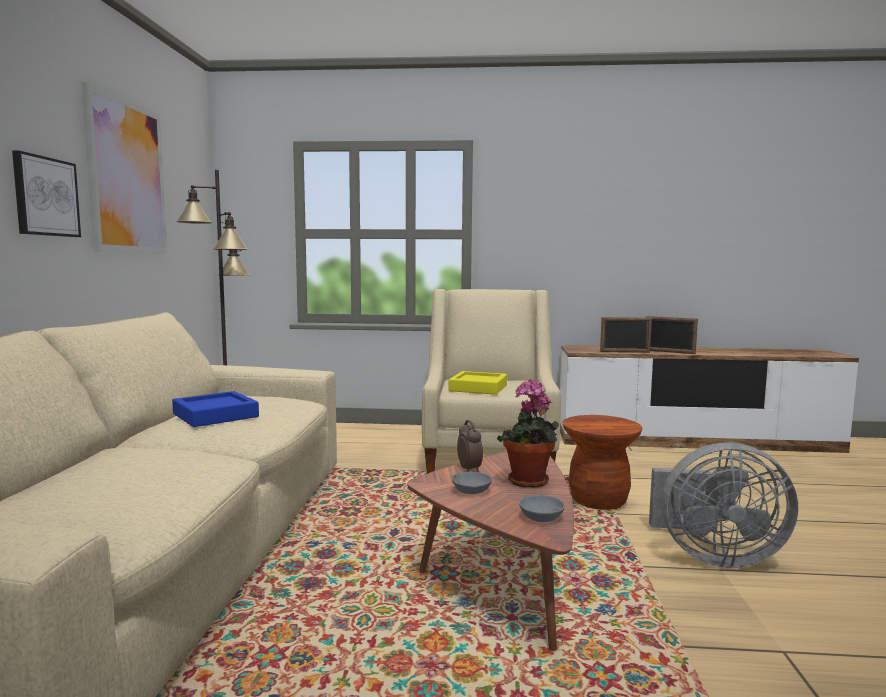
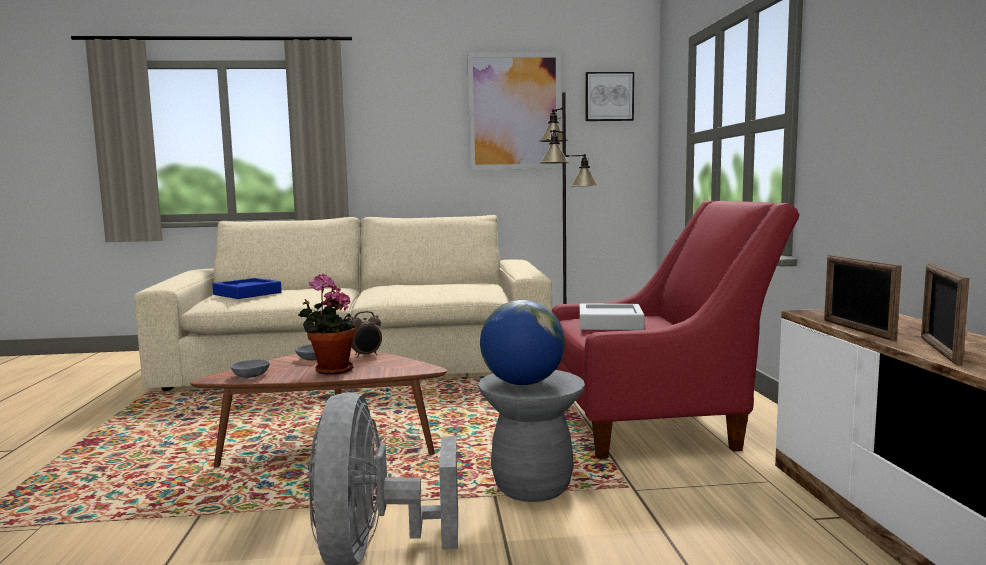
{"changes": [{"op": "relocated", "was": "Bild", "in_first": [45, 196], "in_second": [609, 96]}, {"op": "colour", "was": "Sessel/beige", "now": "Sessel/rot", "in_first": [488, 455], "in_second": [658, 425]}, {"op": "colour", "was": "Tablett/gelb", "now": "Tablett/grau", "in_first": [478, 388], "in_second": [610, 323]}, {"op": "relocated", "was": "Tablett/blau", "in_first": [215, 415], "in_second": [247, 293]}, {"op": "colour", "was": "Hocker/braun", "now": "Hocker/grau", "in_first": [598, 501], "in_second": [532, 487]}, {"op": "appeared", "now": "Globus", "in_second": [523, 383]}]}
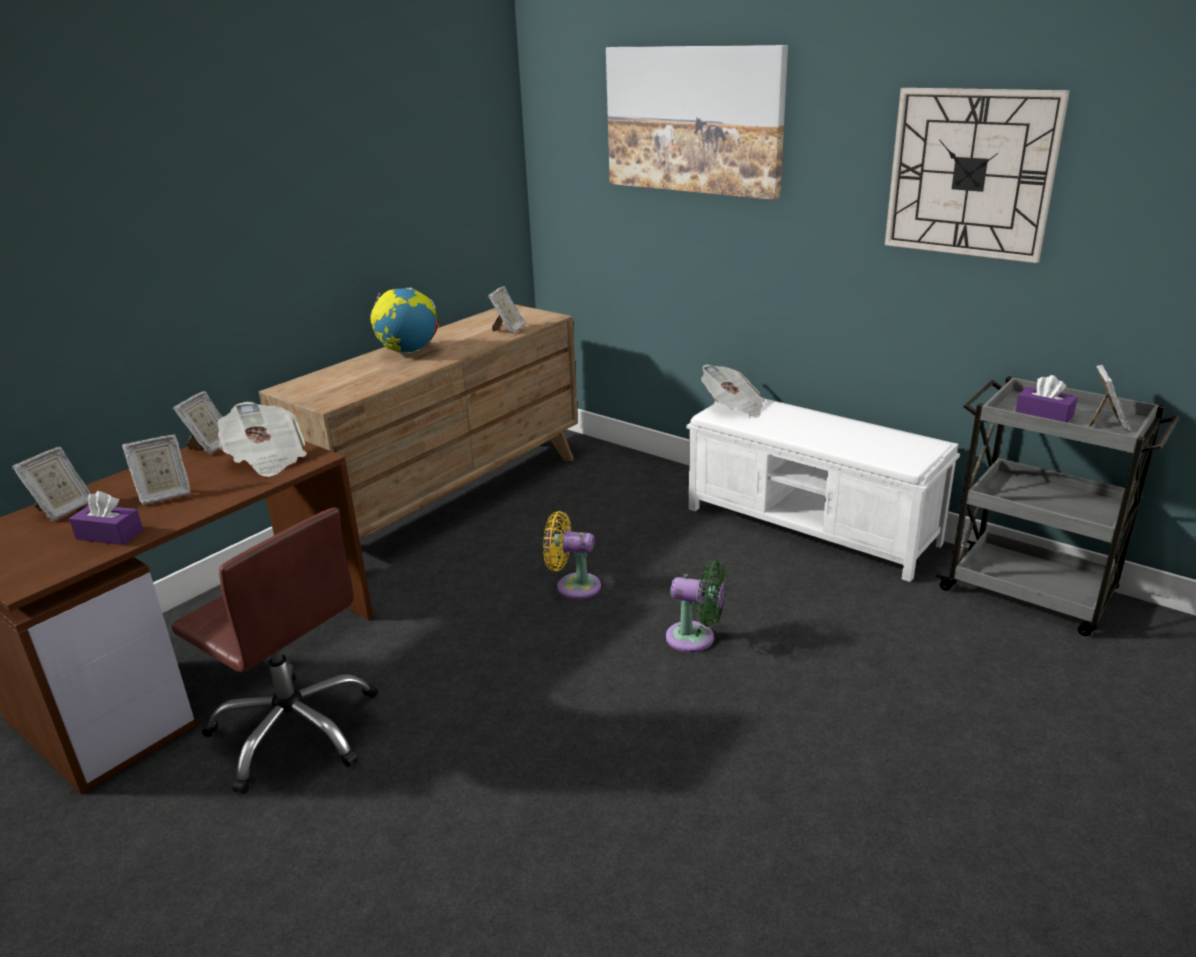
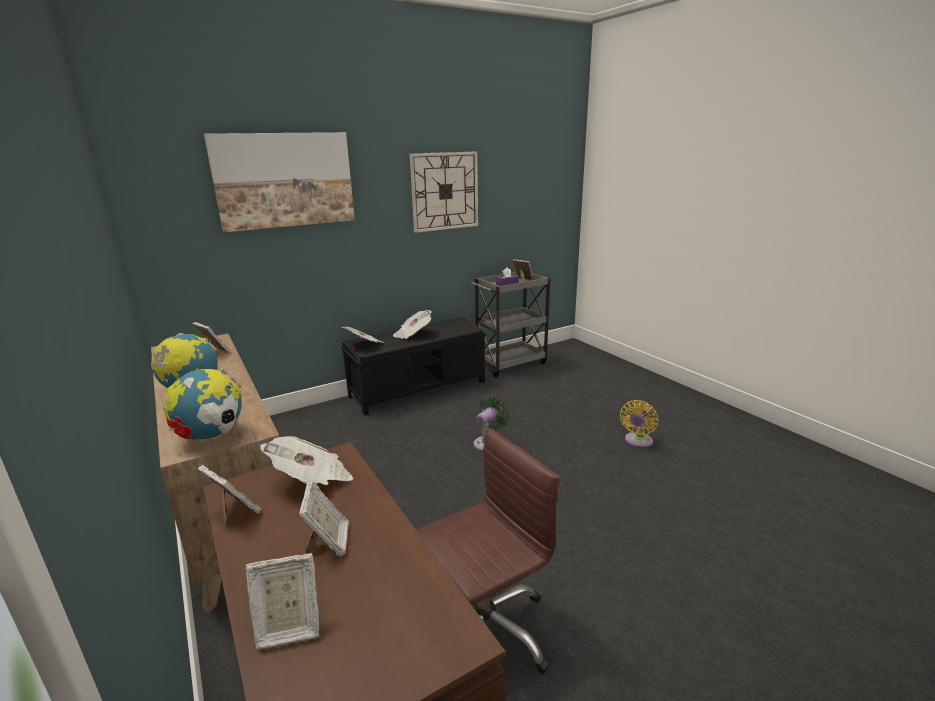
{"changes": [{"op": "colour", "was": "Bank/weiß", "now": "Bank/schwarz", "in_first": [812, 526], "in_second": [419, 389]}, {"op": "spun", "was": "Bilderrahmen", "in_first": [63, 509], "in_second": [288, 628], "clockwise": 120}, {"op": "missing", "was": "Taschentuchbox/lila", "in_first": [110, 535]}, {"op": "relocated", "was": "Ventilator/gelb", "in_first": [573, 586], "in_second": [637, 442]}, {"op": "appeared", "now": "Zeitung", "in_second": [413, 334]}, {"op": "appeared", "now": "Globus", "in_second": [211, 436]}]}
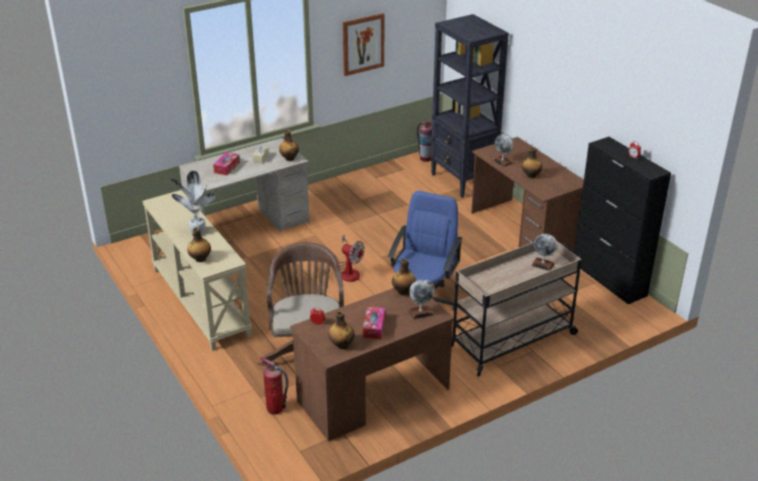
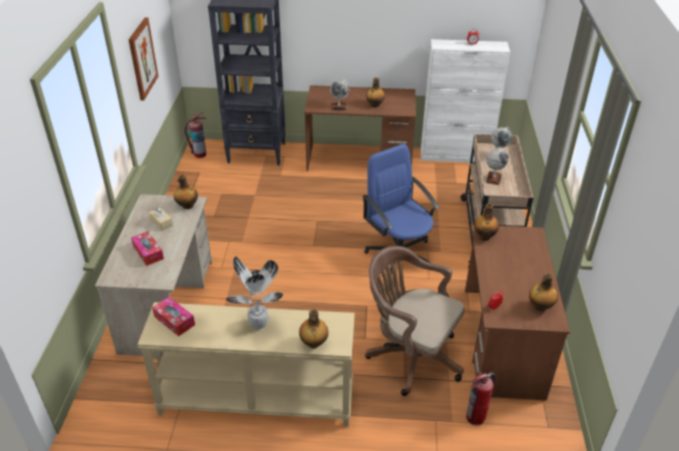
{"changes": [{"op": "colour", "was": "Schrank/schwarz", "now": "Schrank/weiß", "in_first": [609, 279], "in_second": [455, 156]}, {"op": "missing", "was": "Ventilator", "in_first": [349, 271]}, {"op": "relocated", "was": "Globus", "in_first": [420, 312], "in_second": [493, 178]}, {"op": "relocated", "was": "Taschentuchbox", "in_first": [374, 327], "in_second": [174, 320]}]}
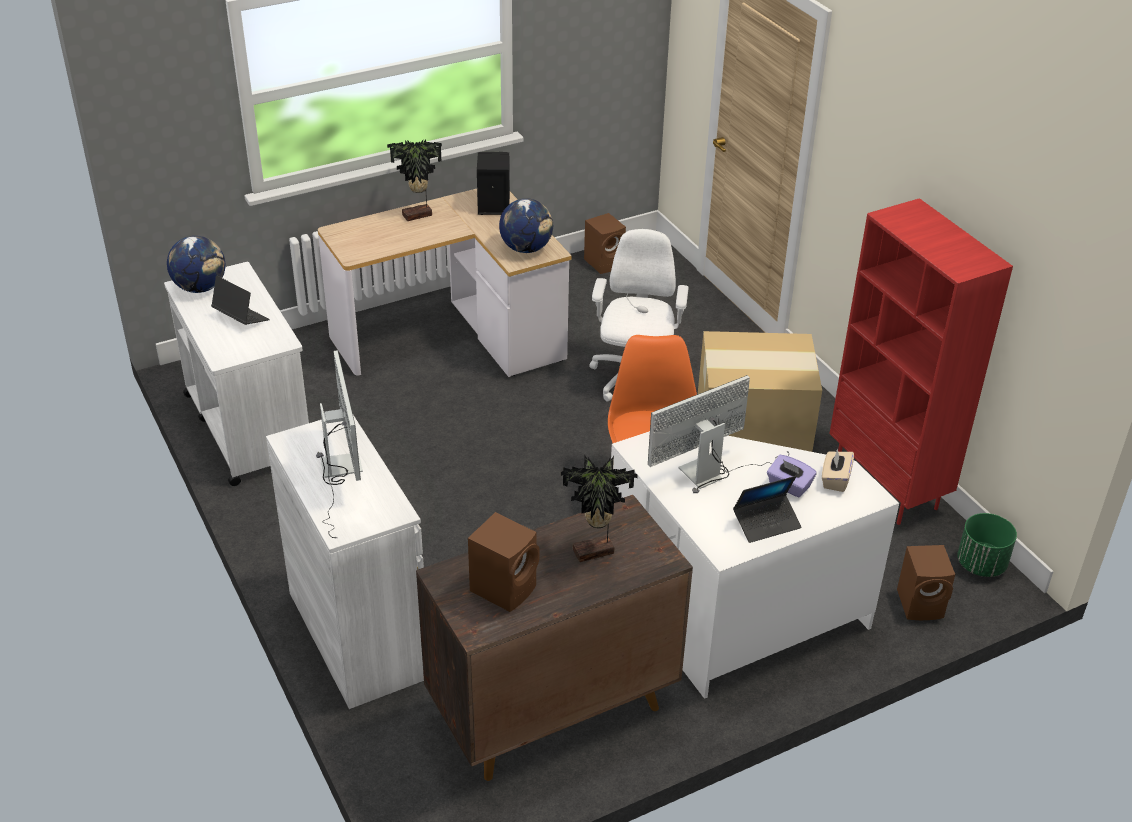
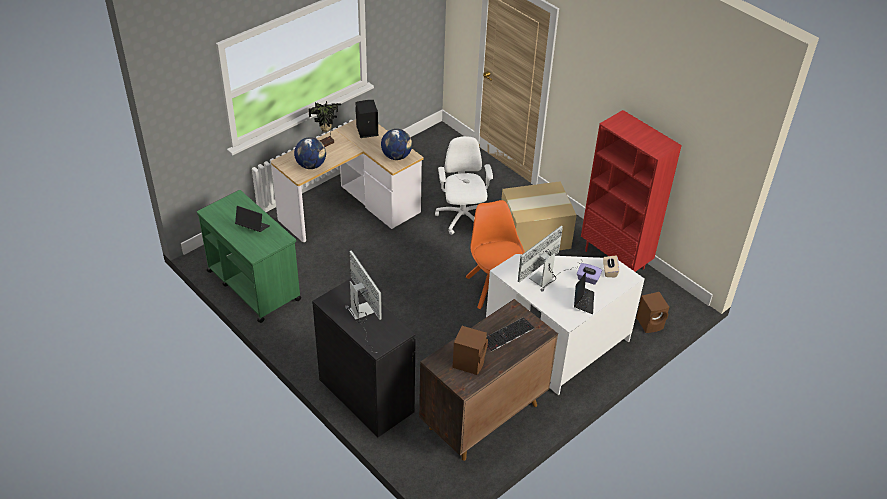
{"changes": [{"op": "missing", "was": "Lautsprecher/braun", "in_first": [605, 263]}, {"op": "relocated", "was": "Globus", "in_first": [200, 287], "in_second": [311, 165]}, {"op": "colour", "was": "Rollwagen/weiß", "now": "Rollwagen/grün", "in_first": [248, 426], "in_second": [253, 285]}, {"op": "colour", "was": "Schrank/weiß", "now": "Schrank/schwarz", "in_first": [358, 634], "in_second": [366, 395]}, {"op": "exchanged", "was": "Topfpflanze", "now": "Tastatur", "in_first": [595, 553], "in_second": [507, 335]}, {"op": "spun", "was": "Laptop", "in_first": [766, 523], "in_second": [583, 301], "clockwise": -45}, {"op": "missing", "was": "Pflanzkübel/grün", "in_first": [981, 565]}]}
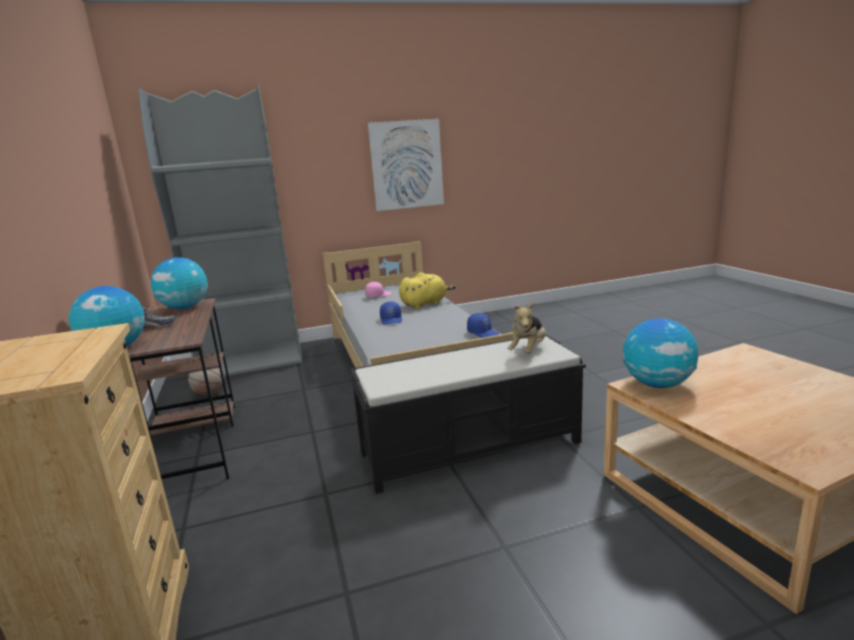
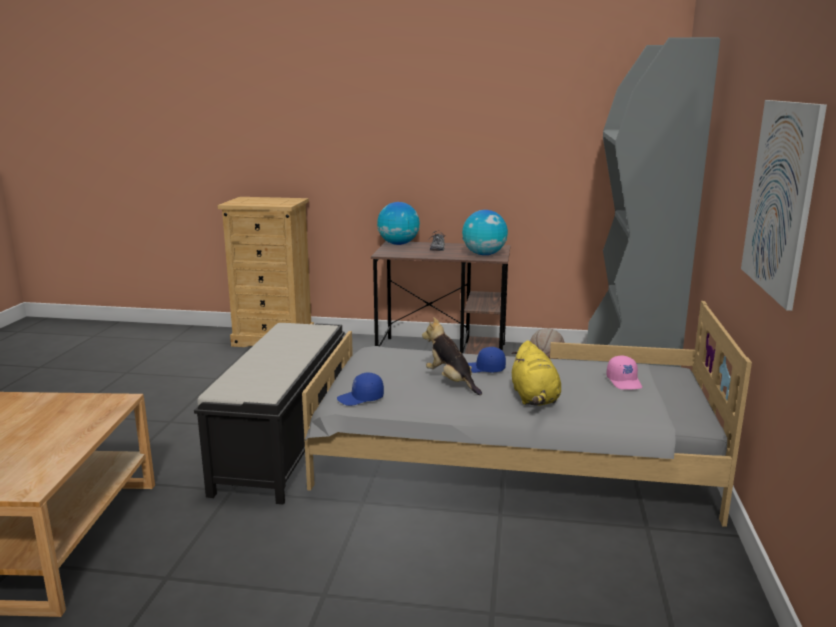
{"changes": [{"op": "relocated", "was": "Plüschtier", "in_first": [528, 350], "in_second": [451, 381]}, {"op": "missing", "was": "Globus", "in_first": [657, 384]}]}
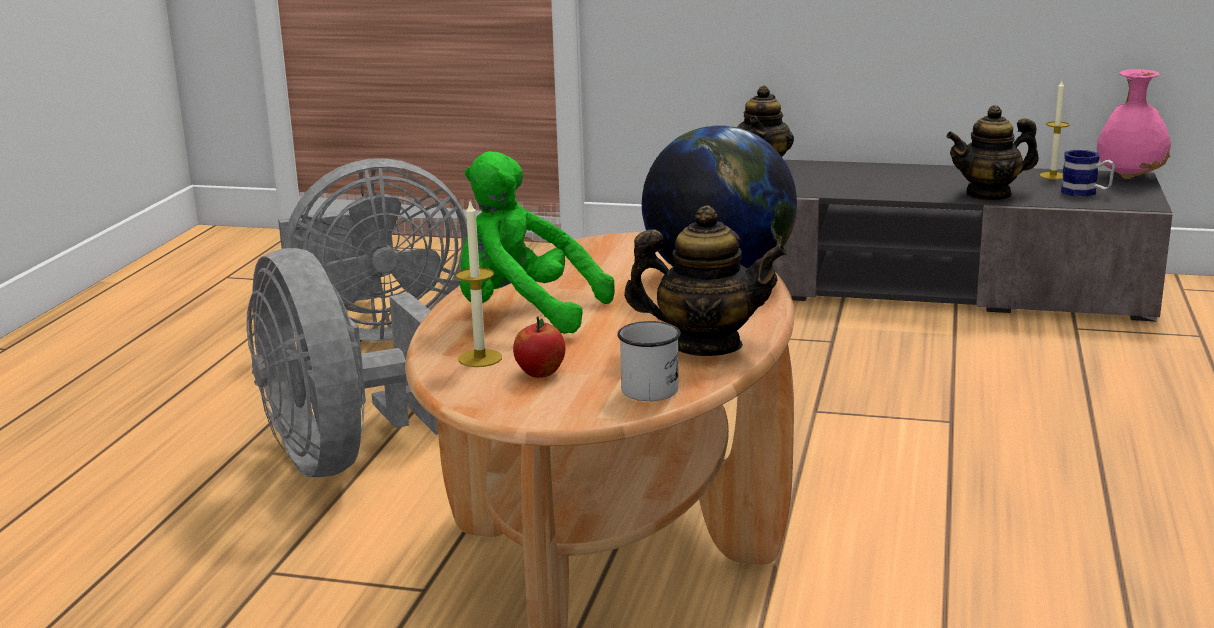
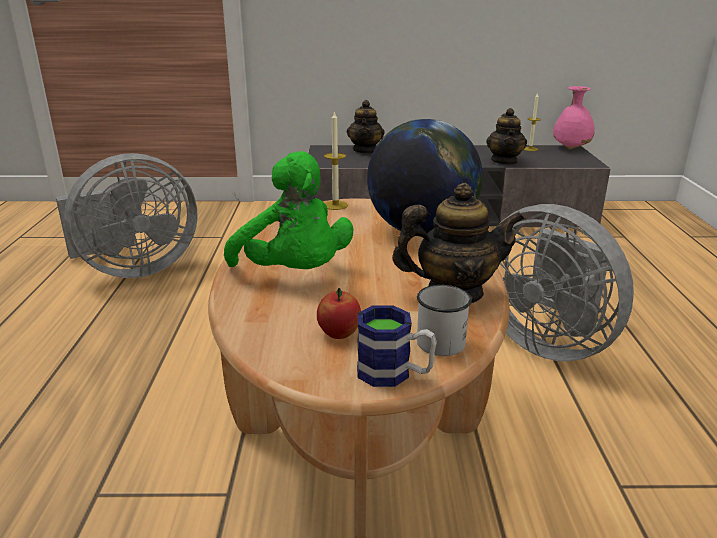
{"changes": [{"op": "spun", "was": "Teekanne", "in_first": [989, 194], "in_second": [504, 161], "clockwise": -60}, {"op": "relocated", "was": "Henkelbecher", "in_first": [1086, 192], "in_second": [394, 374]}, {"op": "spun", "was": "Plüschtier/grün", "in_first": [524, 313], "in_second": [294, 274], "clockwise": -135}, {"op": "relocated", "was": "Kerze", "in_first": [480, 358], "in_second": [335, 205]}, {"op": "relocated", "was": "Ventilator/grau", "in_first": [342, 456], "in_second": [546, 341]}]}
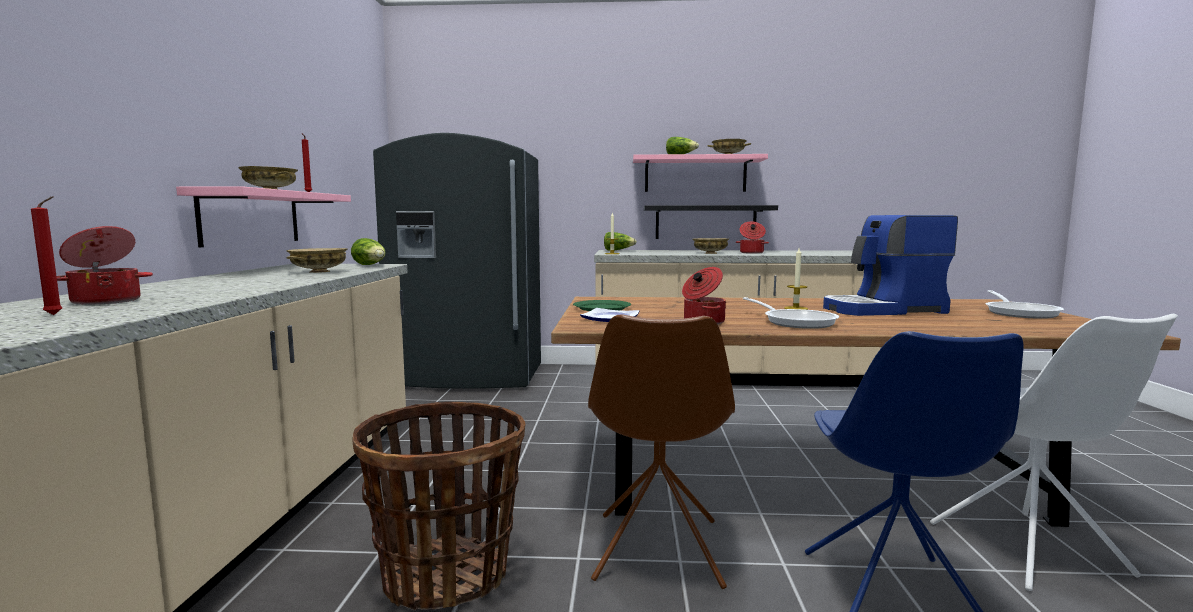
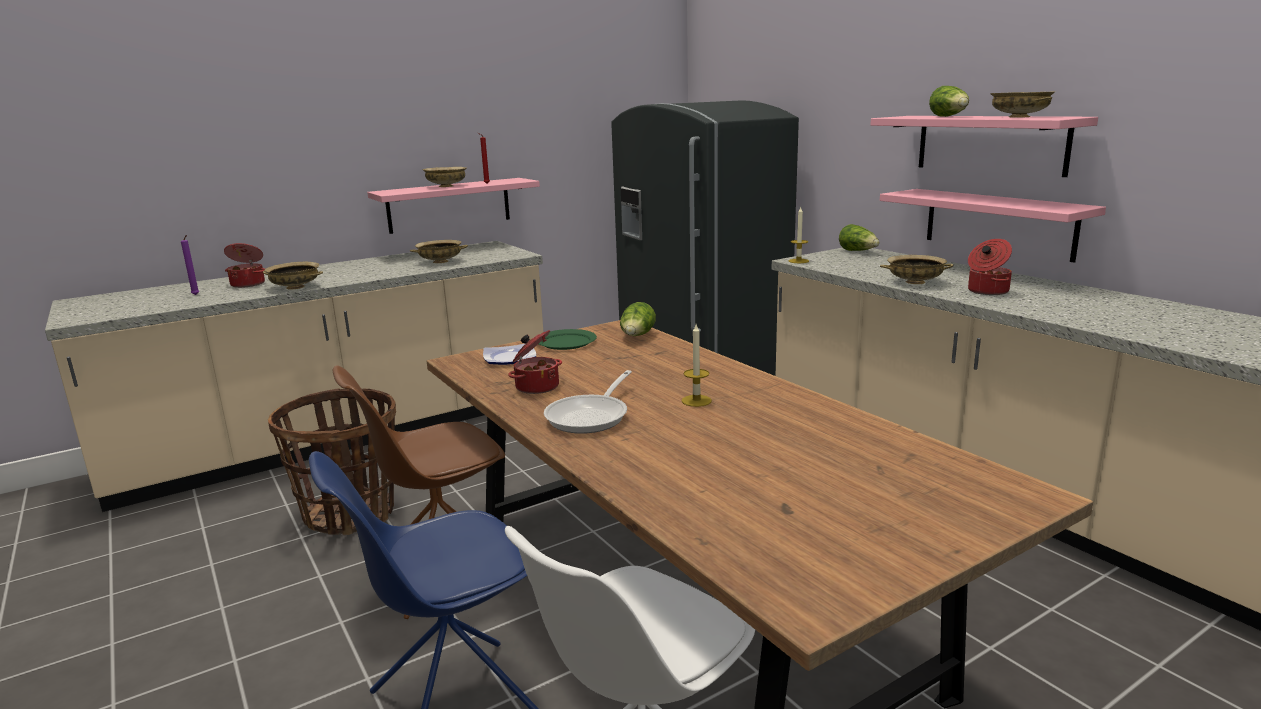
{"changes": [{"op": "colour", "was": "Kerze/rot", "now": "Kerze/lila", "in_first": [56, 315], "in_second": [196, 295]}, {"op": "colour", "was": "Wandregal/schwarz", "now": "Wandregal/rosa", "in_first": [705, 222], "in_second": [998, 223]}, {"op": "missing", "was": "Kaffeemaschine", "in_first": [883, 310]}, {"op": "relocated", "was": "Salatkopf", "in_first": [371, 265], "in_second": [637, 336]}, {"op": "missing", "was": "Pfanne", "in_first": [1020, 313]}, {"op": "appeared", "now": "Schüssel/beige", "in_second": [296, 287]}]}
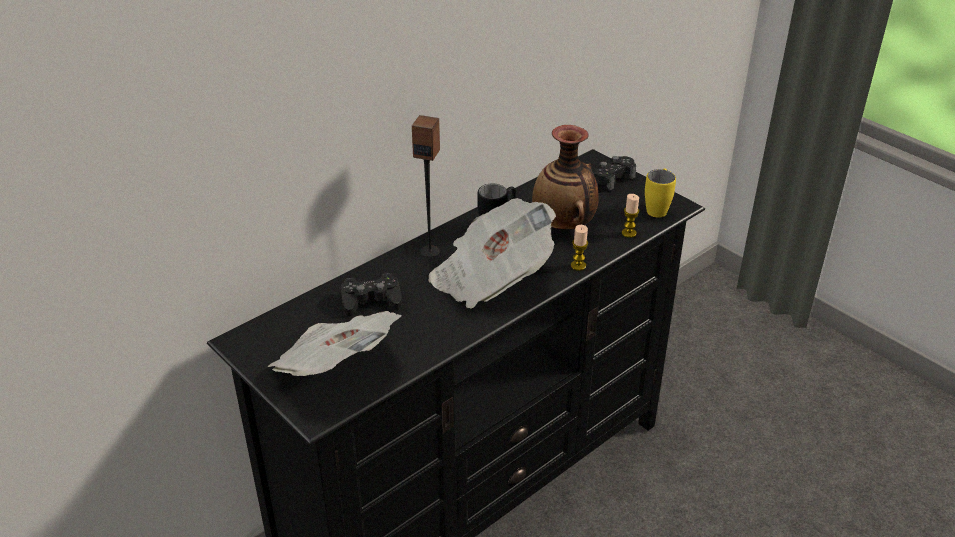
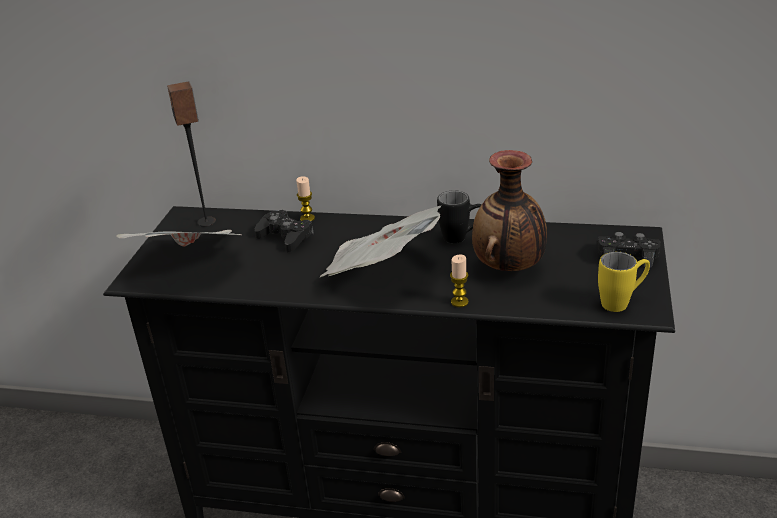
{"changes": [{"op": "relocated", "was": "Lautsprecher", "in_first": [430, 251], "in_second": [207, 221]}, {"op": "relocated", "was": "Kerze", "in_first": [629, 233], "in_second": [307, 218]}]}
